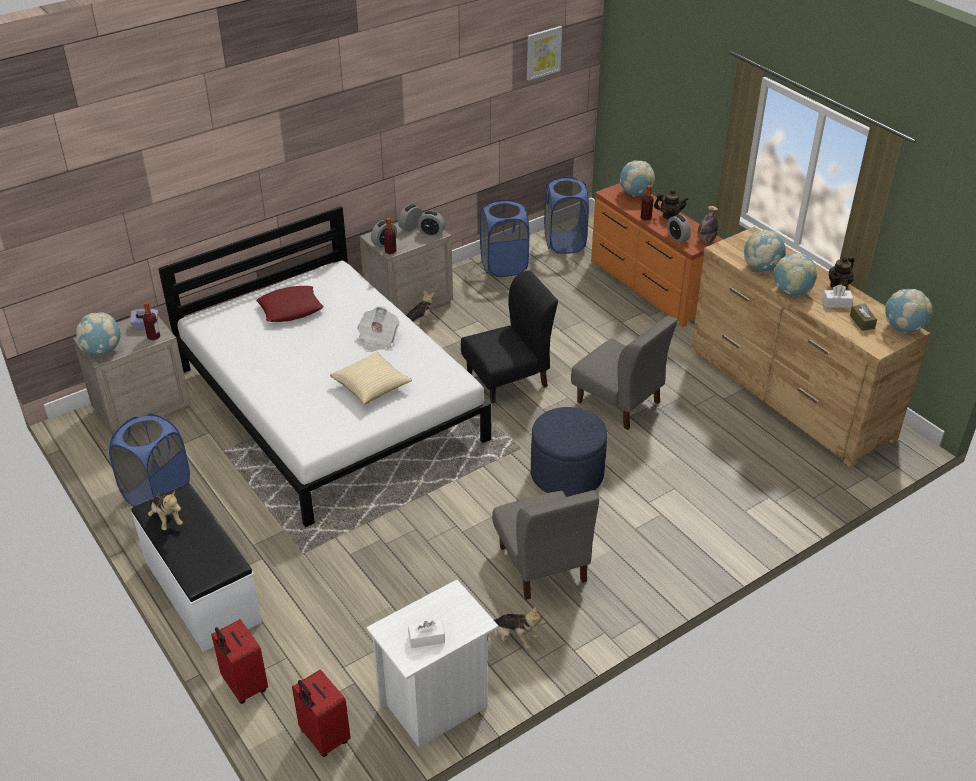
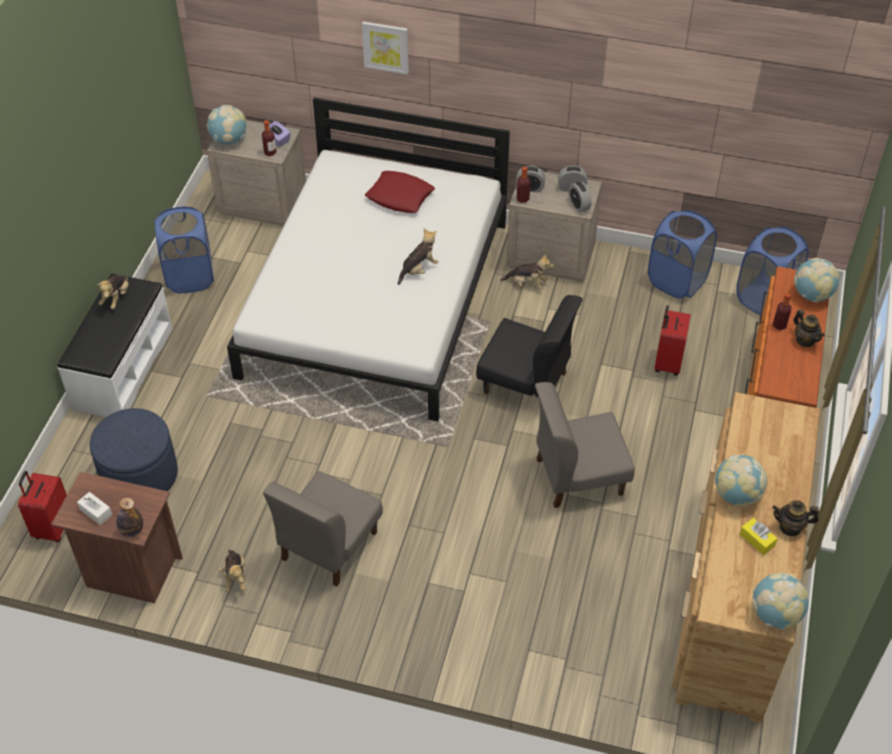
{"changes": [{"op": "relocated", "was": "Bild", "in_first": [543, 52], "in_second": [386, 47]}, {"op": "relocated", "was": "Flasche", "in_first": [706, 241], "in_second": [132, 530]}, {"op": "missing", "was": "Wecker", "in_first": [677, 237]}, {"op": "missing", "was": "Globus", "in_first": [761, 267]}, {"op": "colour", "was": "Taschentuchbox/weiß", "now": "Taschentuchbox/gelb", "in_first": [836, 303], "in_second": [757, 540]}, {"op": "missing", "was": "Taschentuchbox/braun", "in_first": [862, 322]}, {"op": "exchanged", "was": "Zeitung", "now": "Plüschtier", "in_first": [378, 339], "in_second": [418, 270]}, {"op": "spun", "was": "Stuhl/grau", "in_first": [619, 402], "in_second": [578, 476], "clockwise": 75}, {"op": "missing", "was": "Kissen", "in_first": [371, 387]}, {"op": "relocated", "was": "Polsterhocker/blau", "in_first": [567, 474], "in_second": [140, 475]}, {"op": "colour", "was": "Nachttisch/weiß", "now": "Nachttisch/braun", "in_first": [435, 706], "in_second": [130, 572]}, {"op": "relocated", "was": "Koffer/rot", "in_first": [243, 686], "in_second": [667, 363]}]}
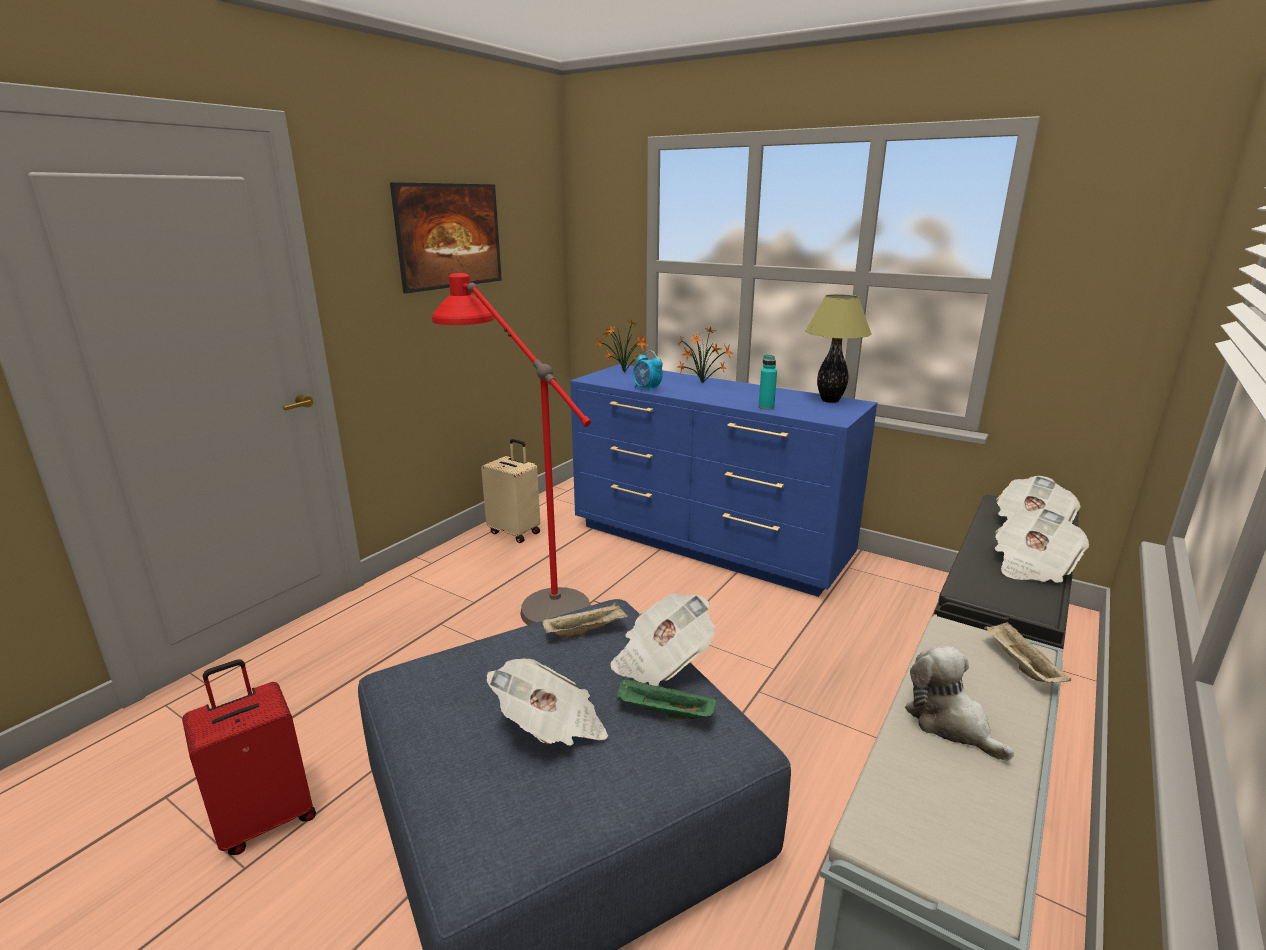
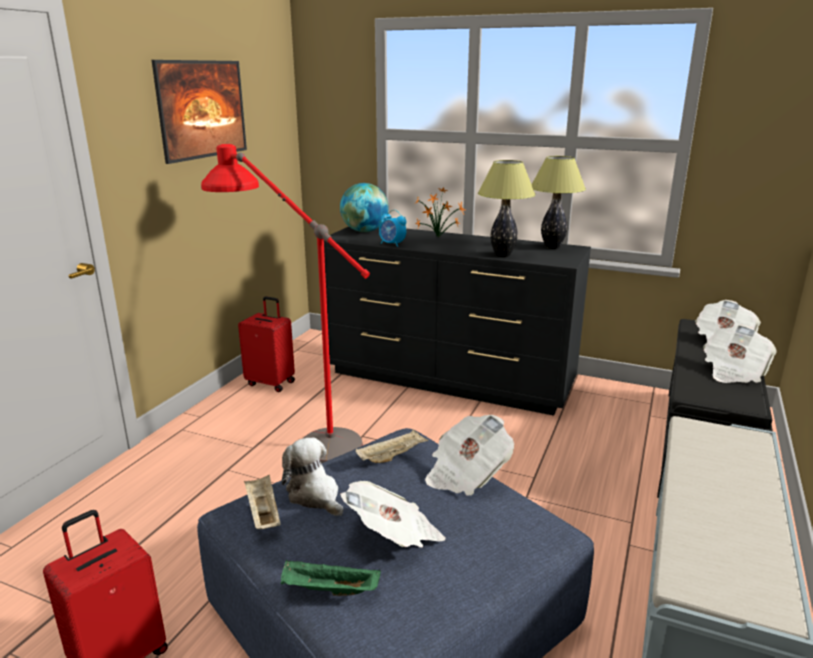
{"changes": [{"op": "exchanged", "was": "Topfpflanze", "now": "Globus", "in_first": [624, 373], "in_second": [365, 231]}, {"op": "exchanged", "was": "Flasche/türkis", "now": "Tischlampe", "in_first": [766, 407], "in_second": [502, 255]}, {"op": "colour", "was": "Kommode/blau", "now": "Kommode/schwarz", "in_first": [708, 544], "in_second": [449, 379]}, {"op": "colour", "was": "Koffer/beige", "now": "Koffer/rot", "in_first": [515, 532], "in_second": [271, 383]}, {"op": "relocated", "was": "Tablett/beige", "in_first": [1019, 665], "in_second": [263, 513]}, {"op": "relocated", "was": "Plüschtier", "in_first": [950, 723], "in_second": [315, 495]}, {"op": "relocated", "was": "Tablett/grün", "in_first": [663, 713], "in_second": [329, 590]}]}
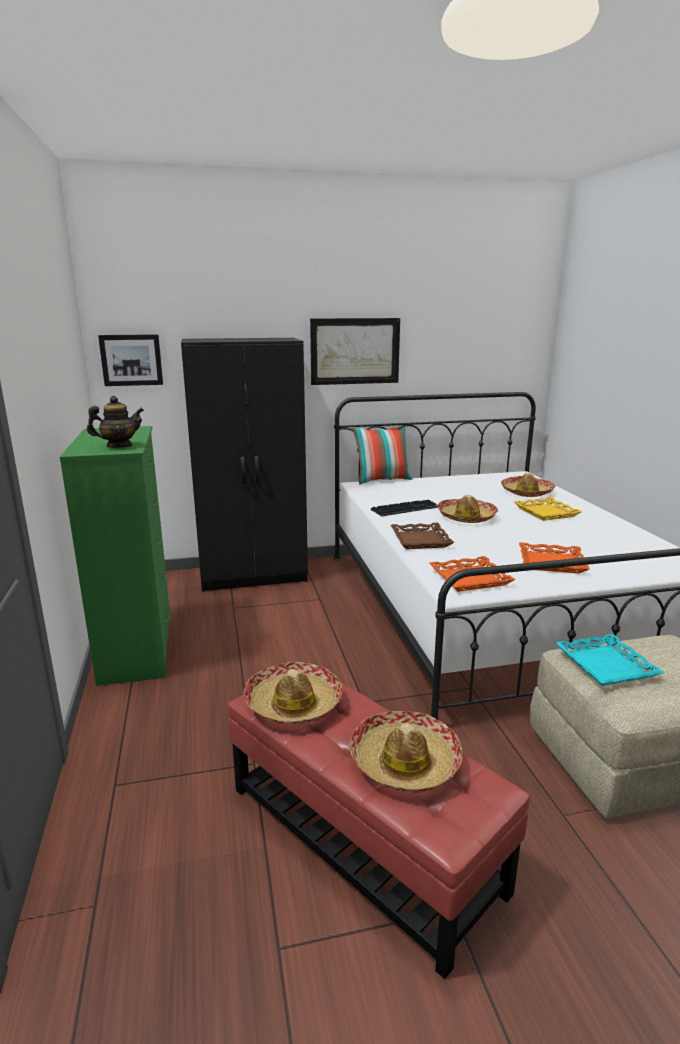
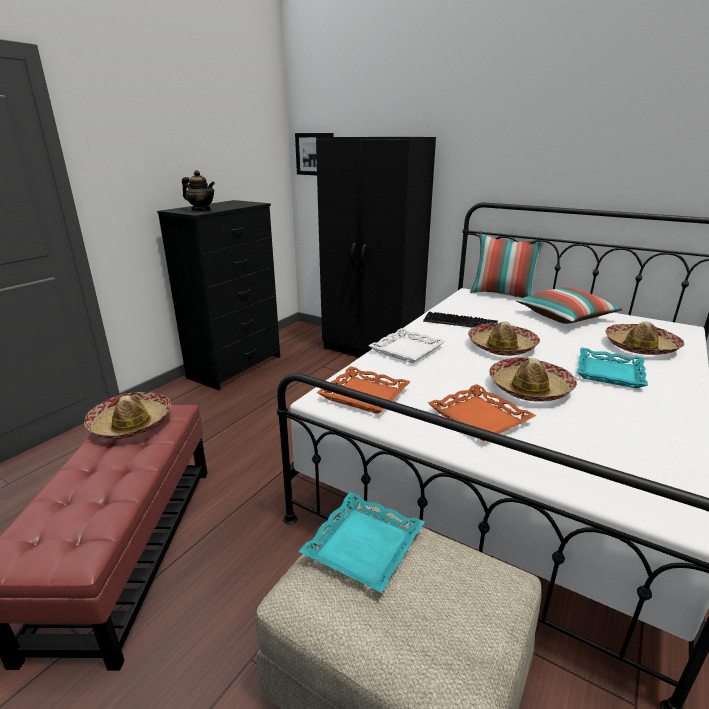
{"changes": [{"op": "missing", "was": "Bild", "in_first": [355, 351]}, {"op": "colour", "was": "Kommode/grün", "now": "Kommode/schwarz", "in_first": [138, 647], "in_second": [236, 367]}, {"op": "colour", "was": "Tablett/gelb", "now": "Tablett/türkis", "in_first": [546, 512], "in_second": [610, 373]}, {"op": "colour", "was": "Tablett/braun", "now": "Tablett/weiß", "in_first": [420, 540], "in_second": [406, 350]}, {"op": "relocated", "was": "Hut", "in_first": [405, 761], "in_second": [529, 388]}, {"op": "appeared", "now": "Kissen", "in_second": [565, 317]}]}
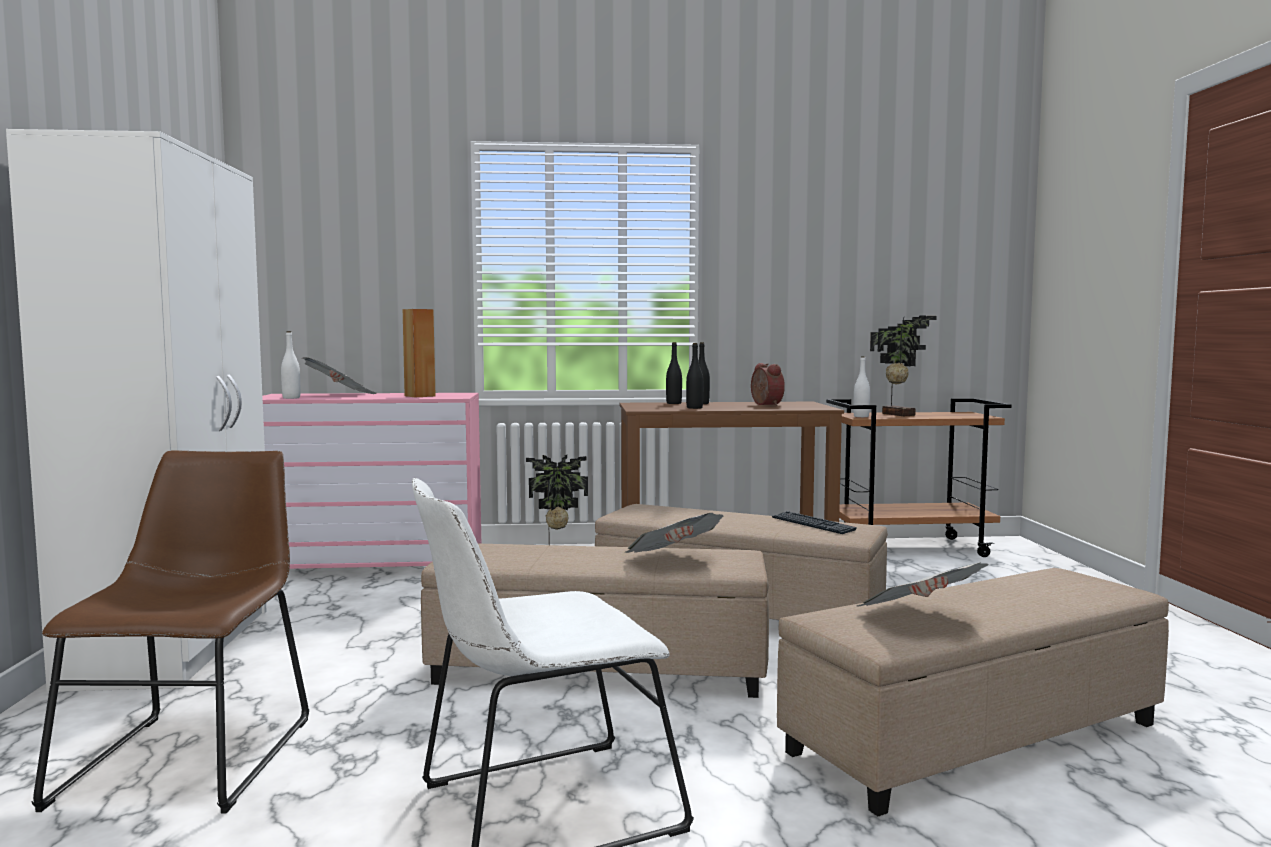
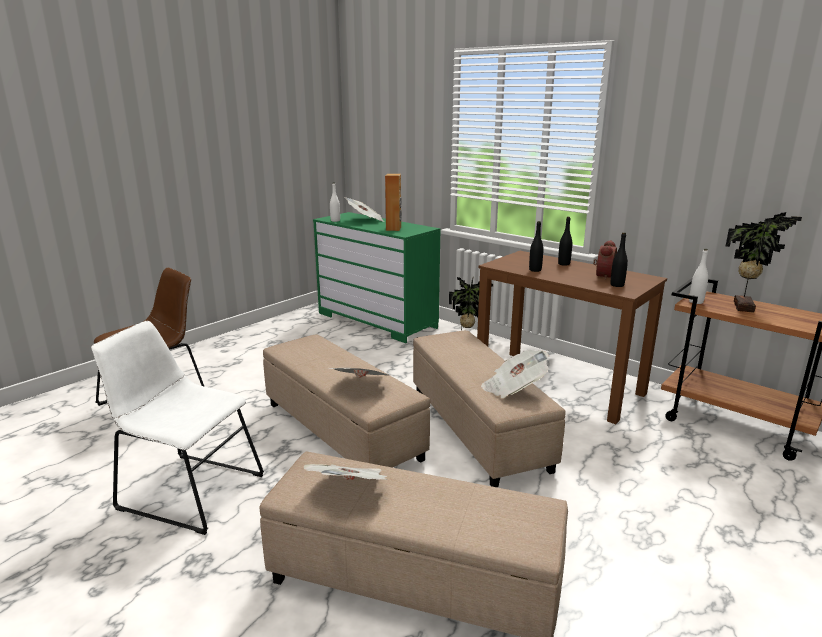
{"changes": [{"op": "missing", "was": "Kleiderschrank/weiß", "in_first": [176, 645]}, {"op": "relocated", "was": "Flasche/schwarz", "in_first": [674, 403], "in_second": [617, 285]}, {"op": "colour", "was": "Kommode/rosa", "now": "Kommode/grün", "in_first": [373, 566], "in_second": [377, 320]}, {"op": "exchanged", "was": "Tastatur", "now": "Zeitung", "in_first": [812, 524], "in_second": [513, 388]}]}
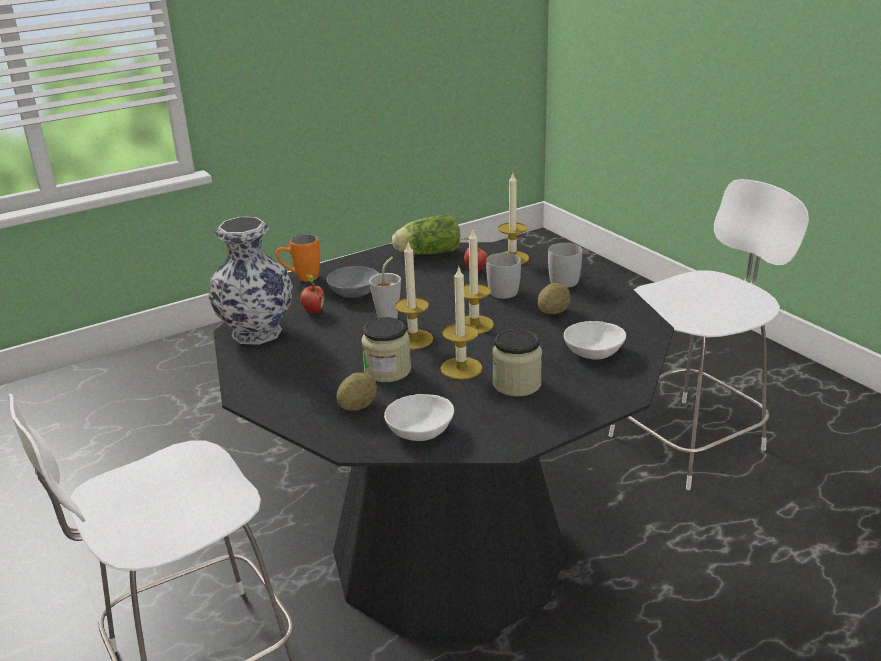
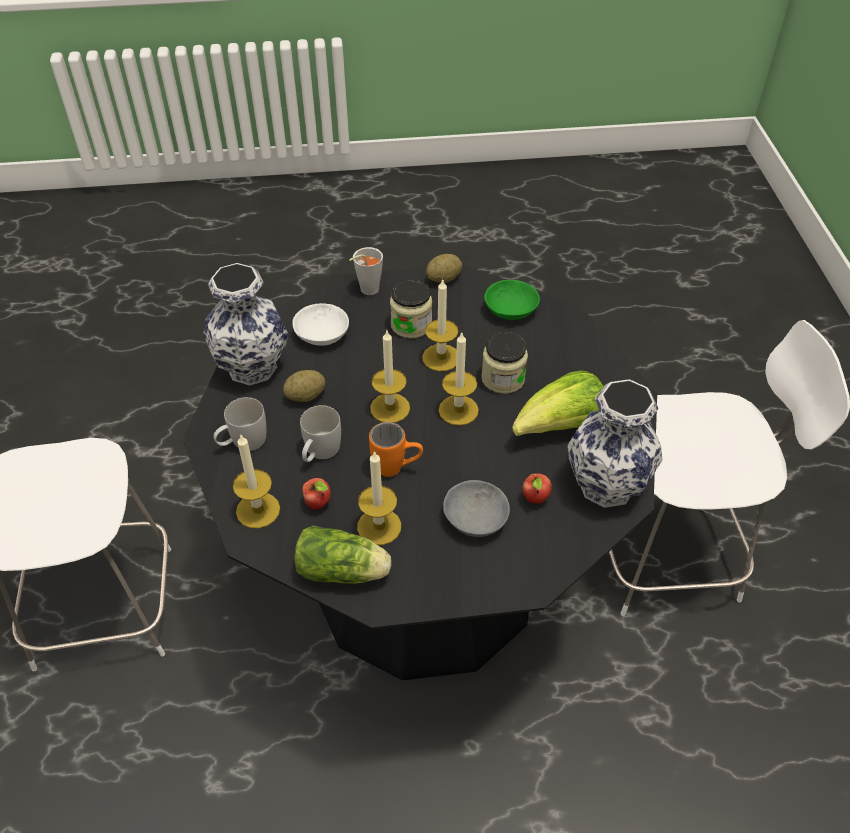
{"changes": [{"op": "relocated", "was": "Henkelbecher/orange", "in_first": [301, 278], "in_second": [397, 468]}, {"op": "relocated", "was": "Tasse/grau", "in_first": [390, 317], "in_second": [366, 291]}, {"op": "relocated", "was": "Kartoffel", "in_first": [358, 406], "in_second": [444, 279]}, {"op": "colour", "was": "Schüssel/weiß", "now": "Schüssel/grün", "in_first": [420, 429], "in_second": [510, 311]}, {"op": "appeared", "now": "Vase", "in_second": [251, 366]}, {"op": "appeared", "now": "Salatkopf", "in_second": [560, 427]}, {"op": "appeared", "now": "Kerze", "in_second": [379, 526]}]}
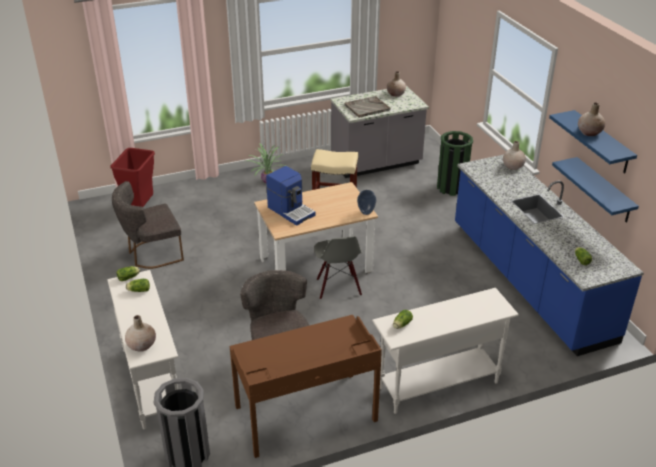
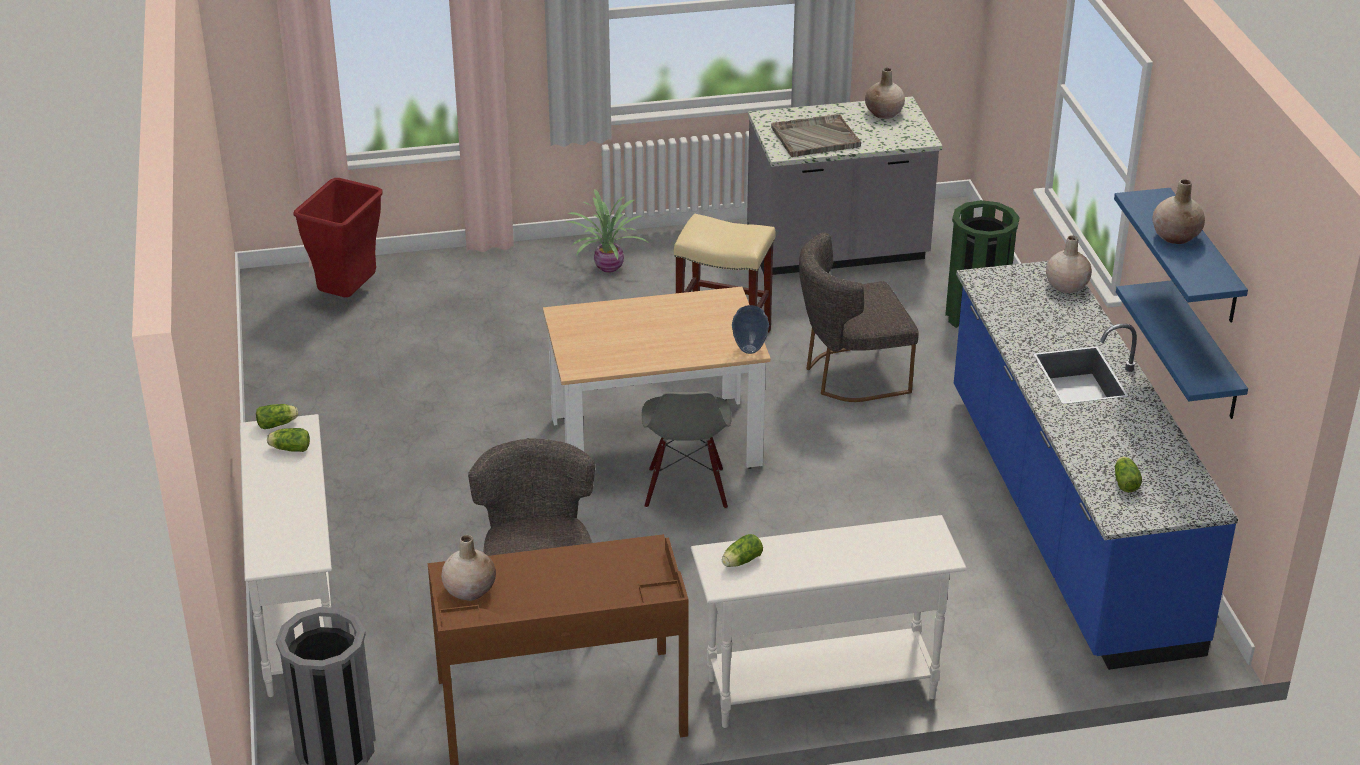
{"changes": [{"op": "missing", "was": "Kaffeemaschine", "in_first": [291, 211]}, {"op": "relocated", "was": "Stuhl/grau", "in_first": [152, 254], "in_second": [850, 375]}, {"op": "relocated", "was": "Vase/beige", "in_first": [142, 345], "in_second": [470, 590]}]}
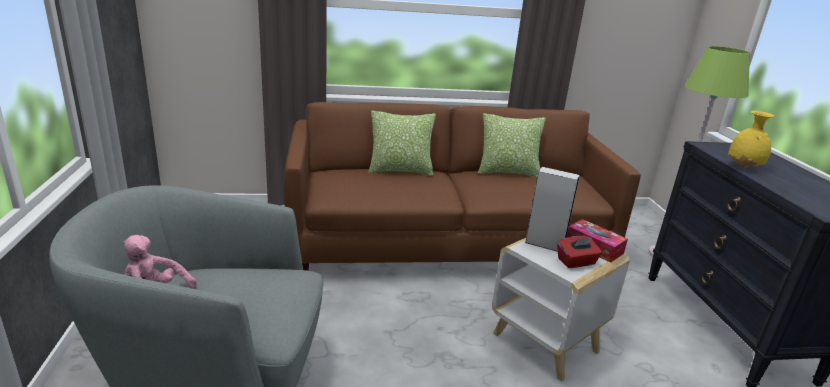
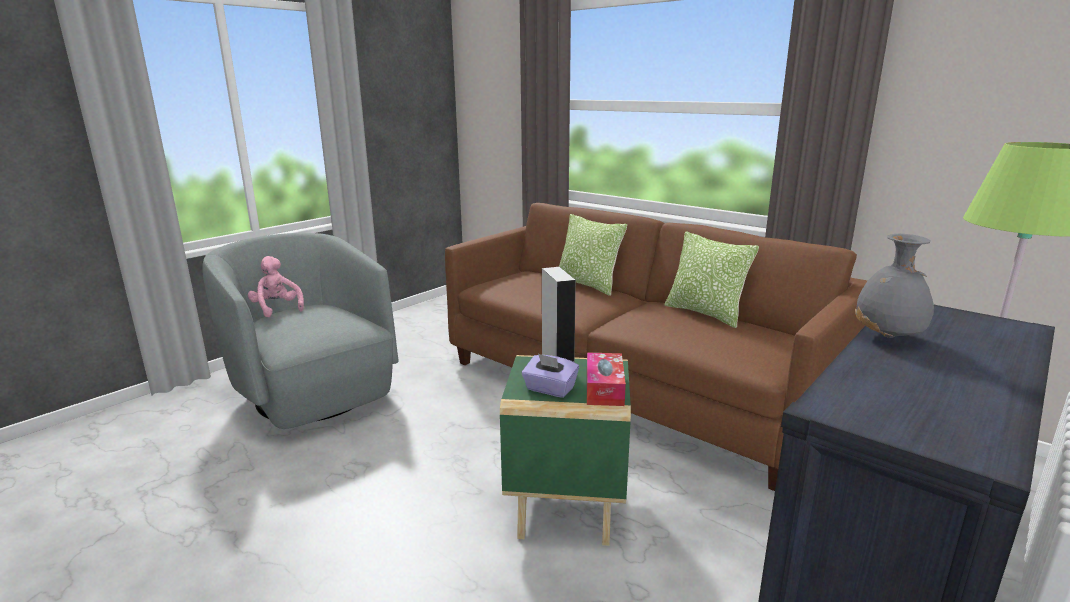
{"changes": [{"op": "colour", "was": "Vase/gelb", "now": "Vase/grau", "in_first": [744, 167], "in_second": [888, 337]}, {"op": "colour", "was": "Taschentuchbox/rot", "now": "Taschentuchbox/lila", "in_first": [576, 262], "in_second": [550, 389]}, {"op": "colour", "was": "Beistelltisch/weiß", "now": "Beistelltisch/grün", "in_first": [547, 343], "in_second": [567, 506]}]}
